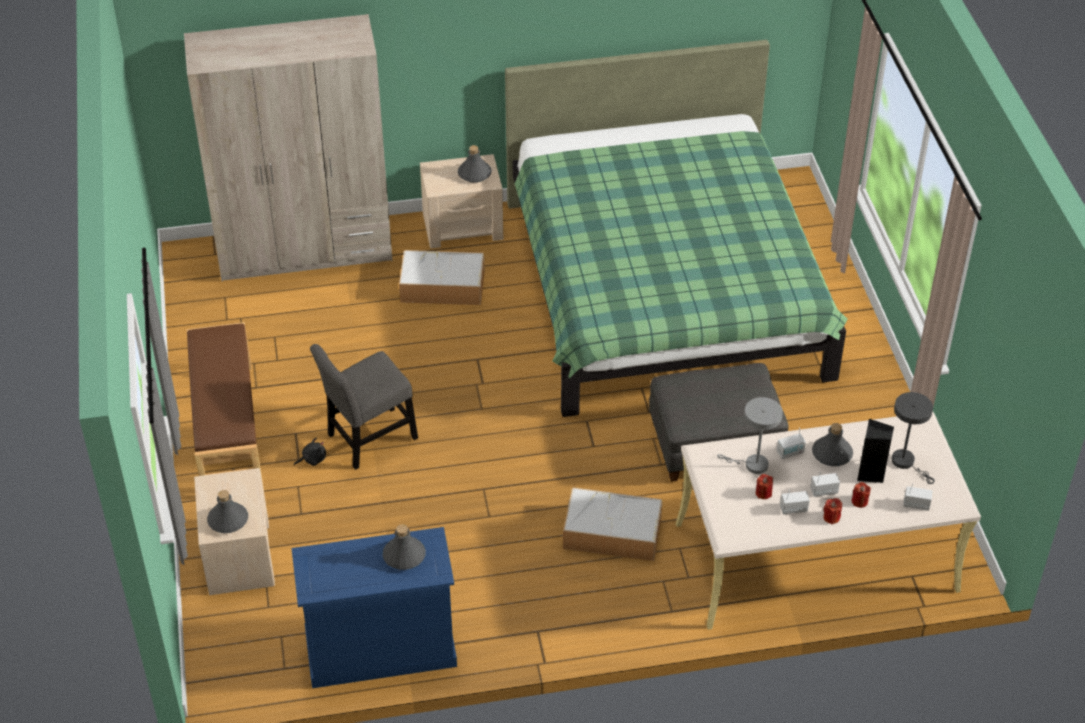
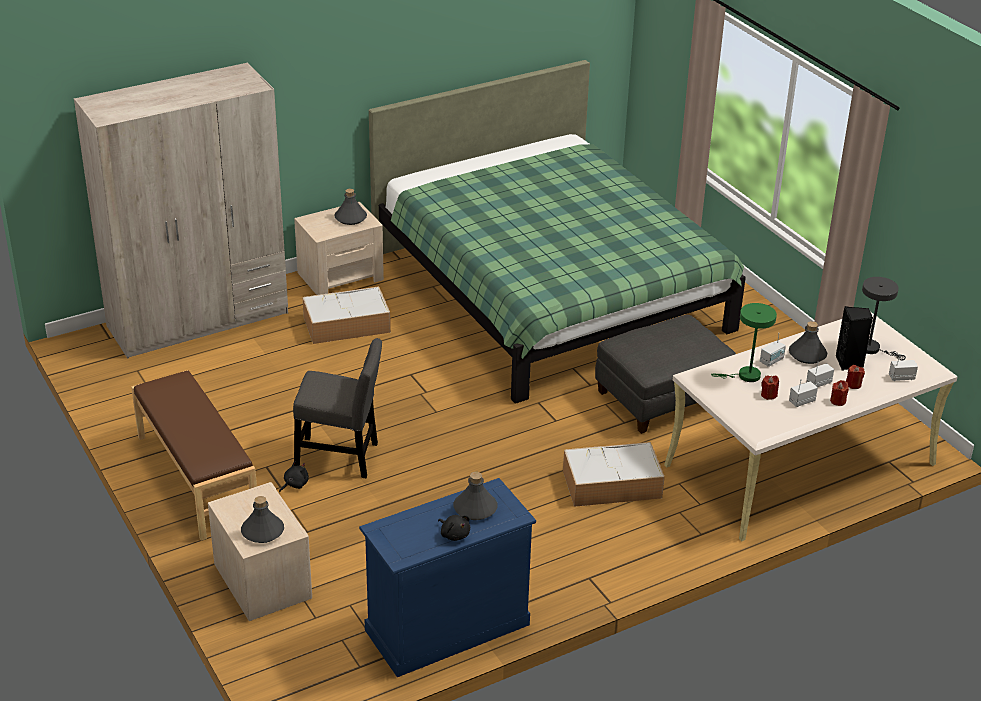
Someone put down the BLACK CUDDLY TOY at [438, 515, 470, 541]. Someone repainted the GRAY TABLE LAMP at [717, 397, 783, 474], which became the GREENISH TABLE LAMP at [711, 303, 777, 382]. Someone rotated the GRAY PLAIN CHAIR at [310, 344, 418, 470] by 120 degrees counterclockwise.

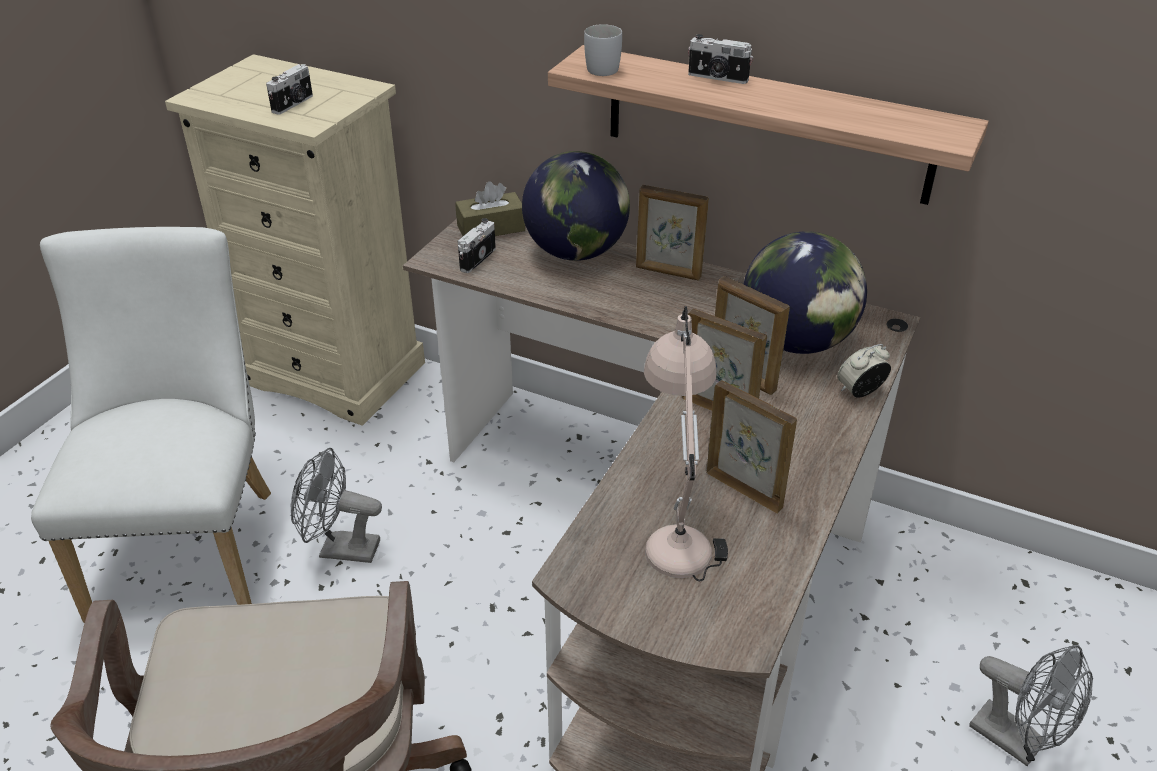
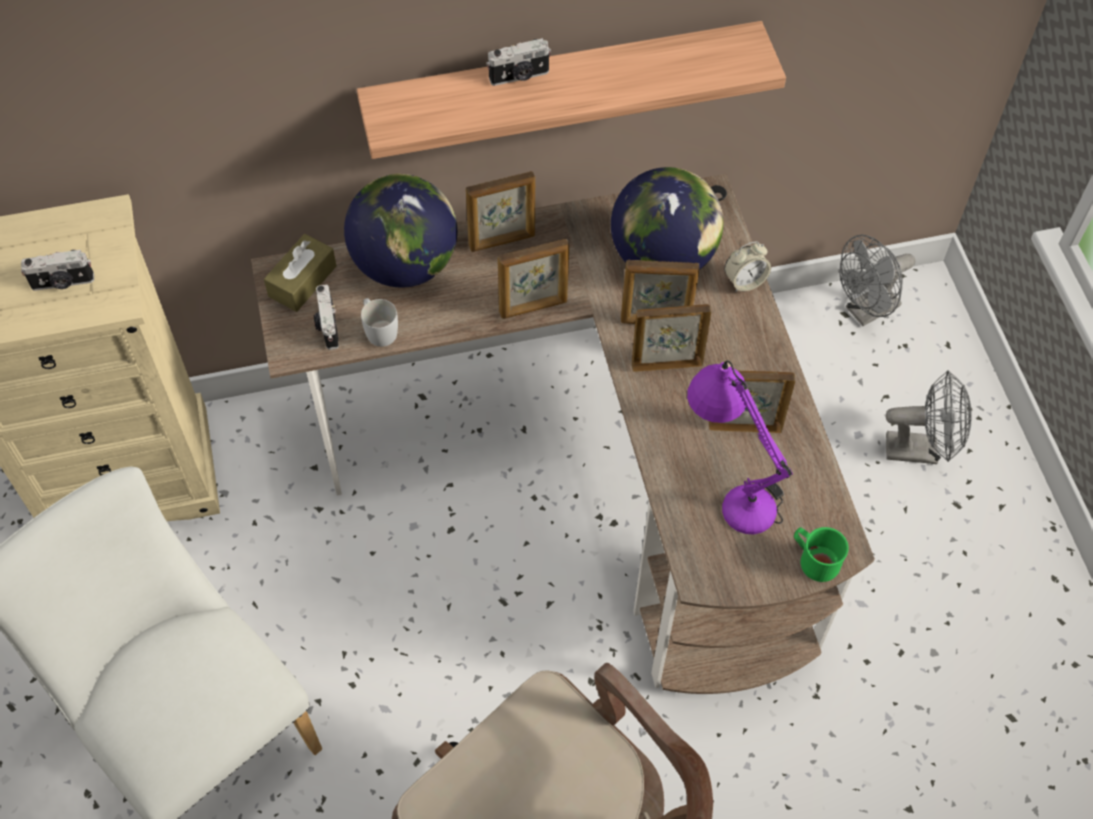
Someone put down the PICTURE FRAME at [498, 239, 569, 319]. Someone put down the GREENISH TEA MUG at [794, 527, 849, 582]. Someone carried the GRAY ELECTRIC FAN from [291, 448, 382, 563] to [839, 234, 915, 326]. Someone carried the WHITE-COLOURED TEA MUG from [584, 24, 622, 76] to [361, 298, 398, 347]. Someone repainted the BEIGE-COLOURED TABLE LAMP at [644, 306, 728, 581], which became the PURPLISH TABLE LAMP at [687, 360, 793, 534]. Someone rotated the STILL CAMERA at [266, 64, 313, 115] by 90 degrees clockwise. Someone rotated the ALARM CLOCK at [837, 344, 891, 398] by 135 degrees counterclockwise.

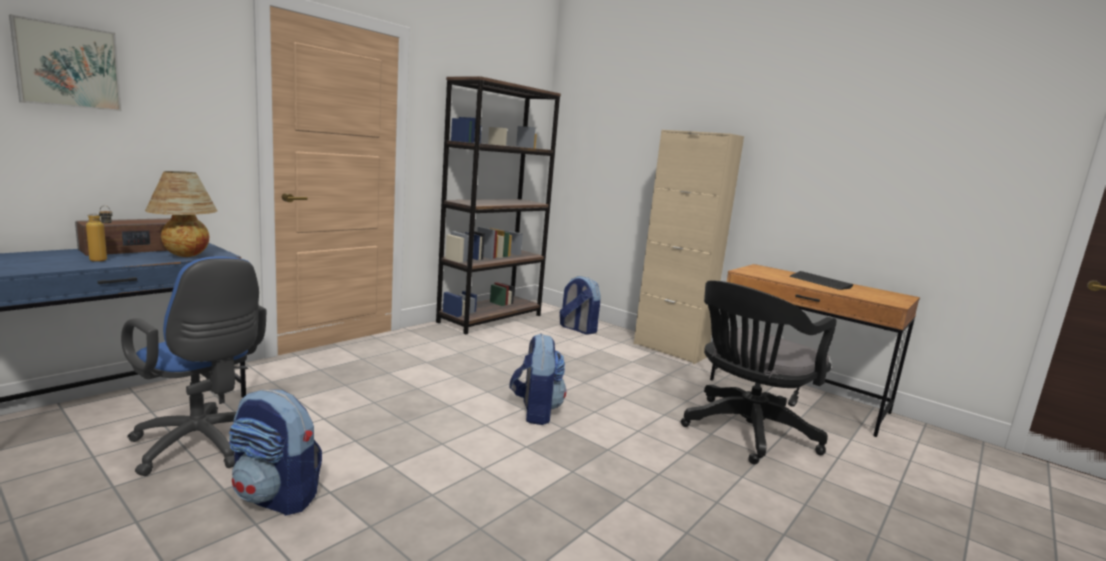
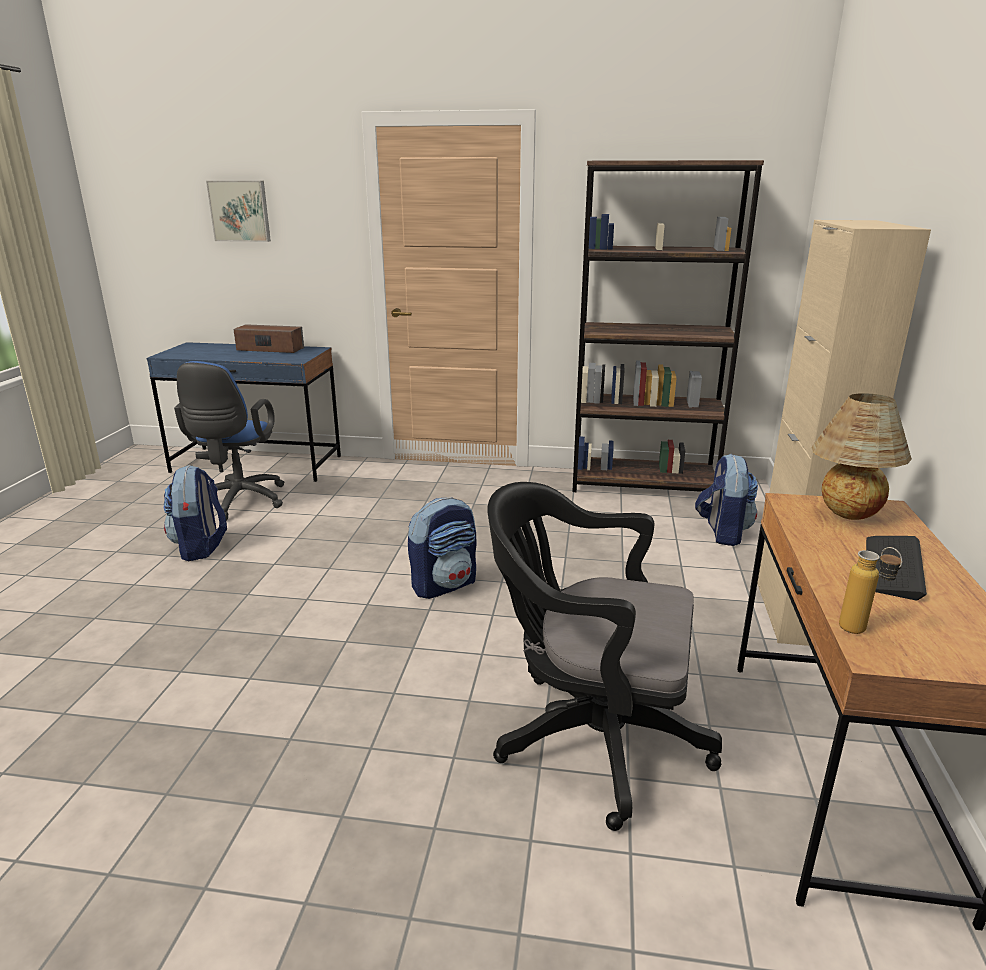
Someone carried the DRINK BOTTLE from [86, 205, 112, 262] to [839, 547, 903, 634]. Someone carried the TABLE LAMP from [145, 171, 217, 257] to [811, 393, 912, 520].

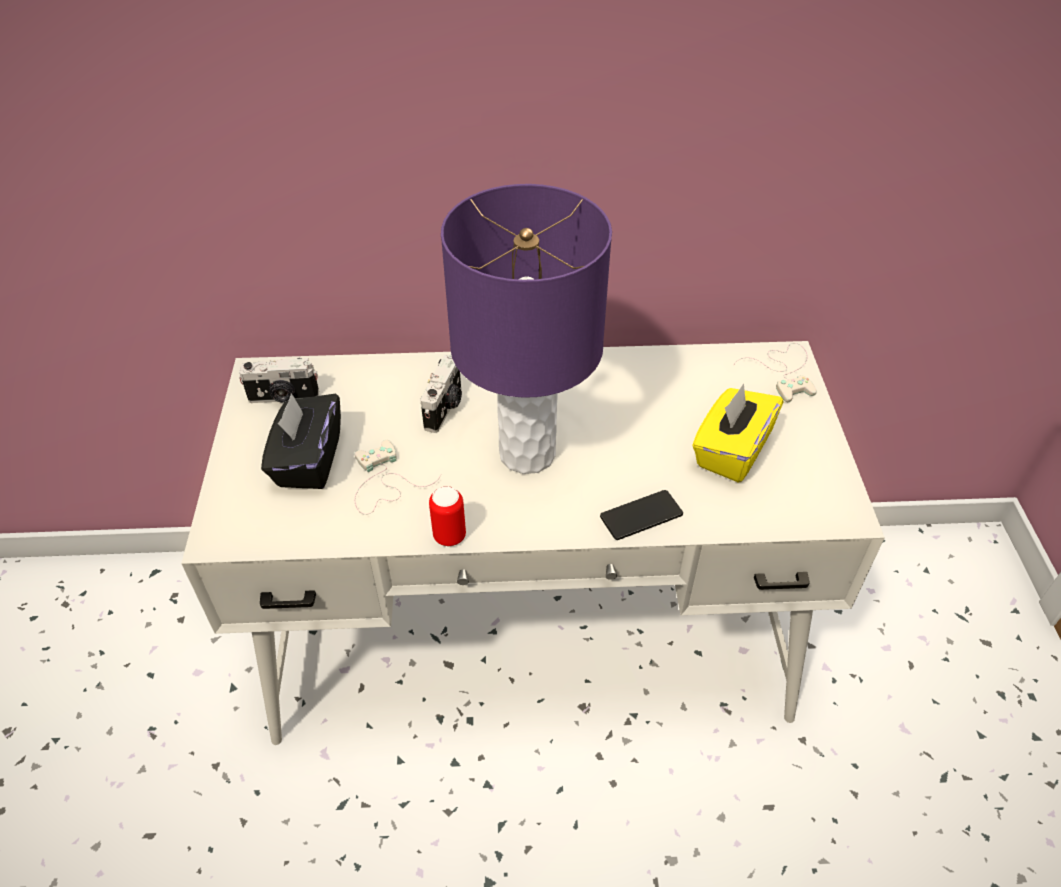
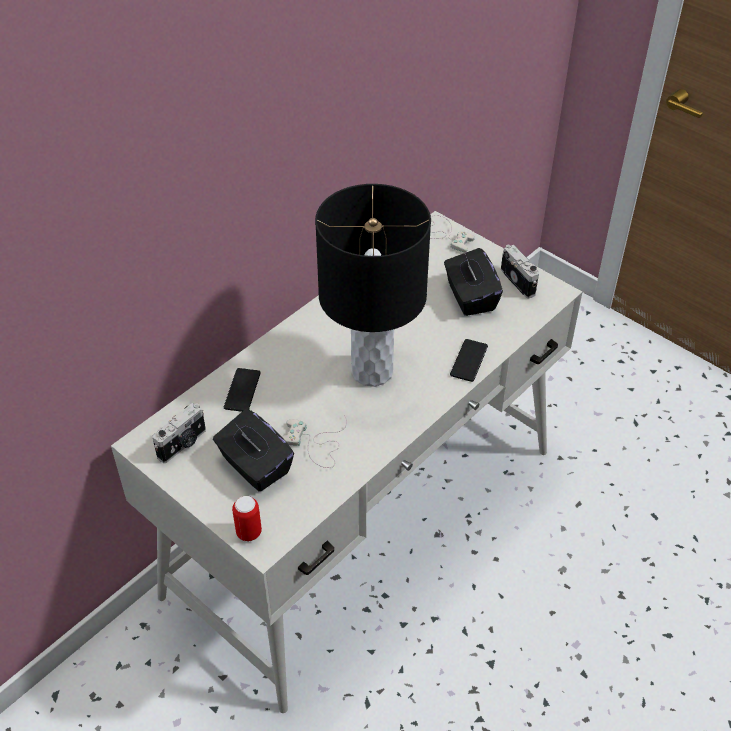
Someone put down the PHONE at [224, 368, 261, 412]. Someone carried the STILL CAMERA from [420, 354, 462, 433] to [501, 245, 539, 299]. Someone carried the CAN from [429, 486, 466, 546] to [232, 496, 262, 541]. Someone repainted the PURPLISH TABLE LAMP at [441, 184, 612, 474], which became the BLACK TABLE LAMP at [315, 184, 431, 387]. Someone repainted the YELLOW-COLOURED TISSUE BOX at [692, 383, 783, 483], which became the BLACK TISSUE BOX at [444, 248, 503, 316].

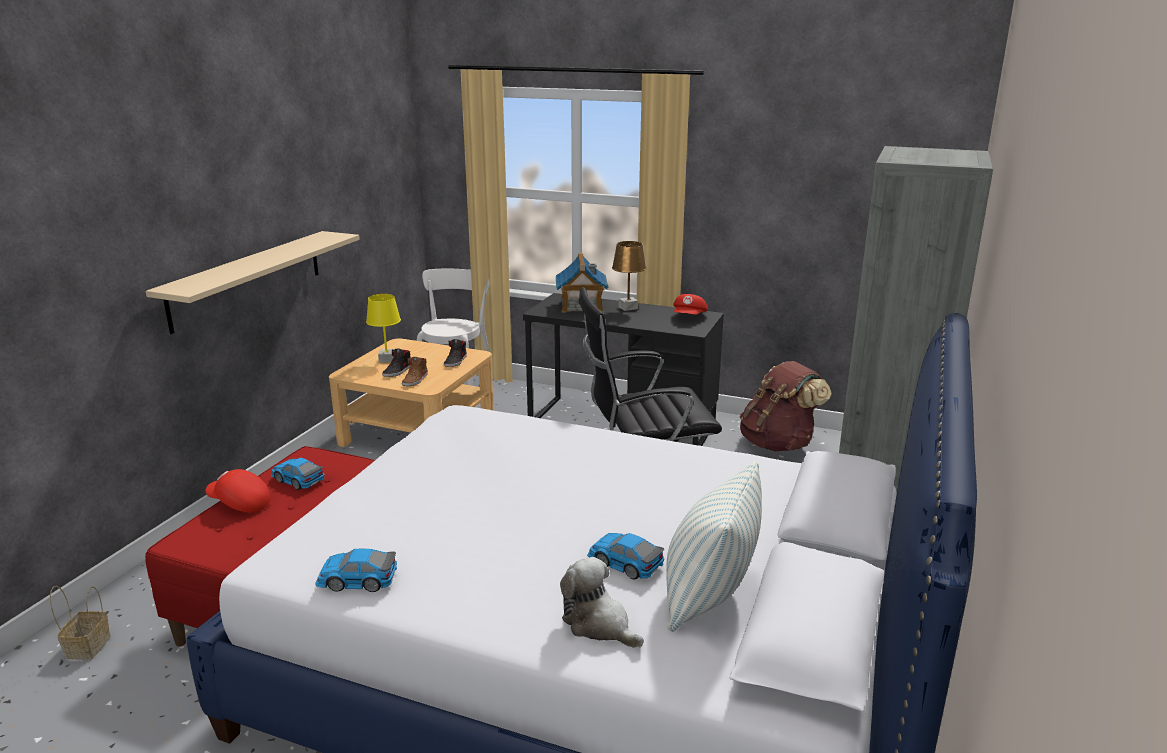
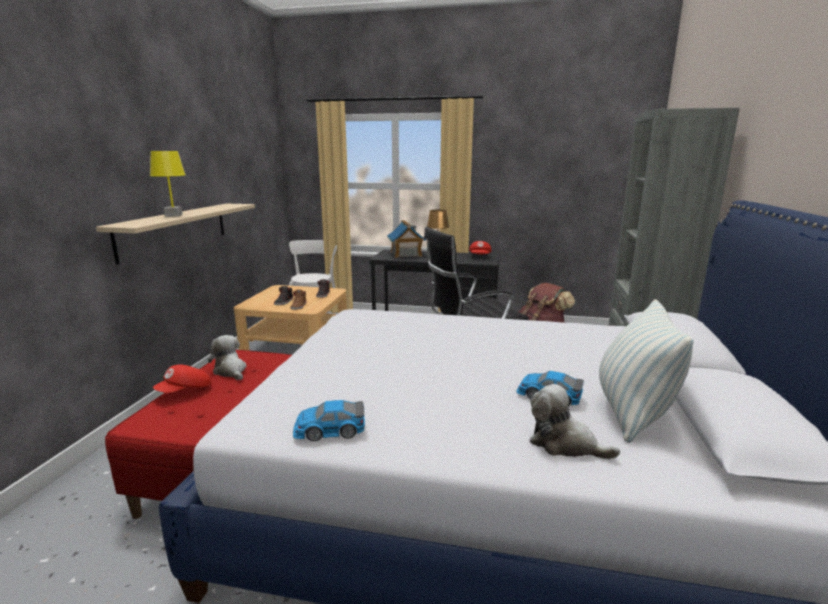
Someone took away the STORAGE BASKET at [50, 586, 111, 660]. Someone carried the YELLOW-COLOURED TABLE LAMP from [366, 294, 401, 363] to [150, 151, 186, 217]. Someone swapped the MODEL CAR at [271, 457, 325, 490] for the CUDDLY TOY at [208, 335, 247, 380]. Someone rotated the RED-COLOURED PEAKED CAP at [206, 469, 271, 513] by 60 degrees counterclockwise.

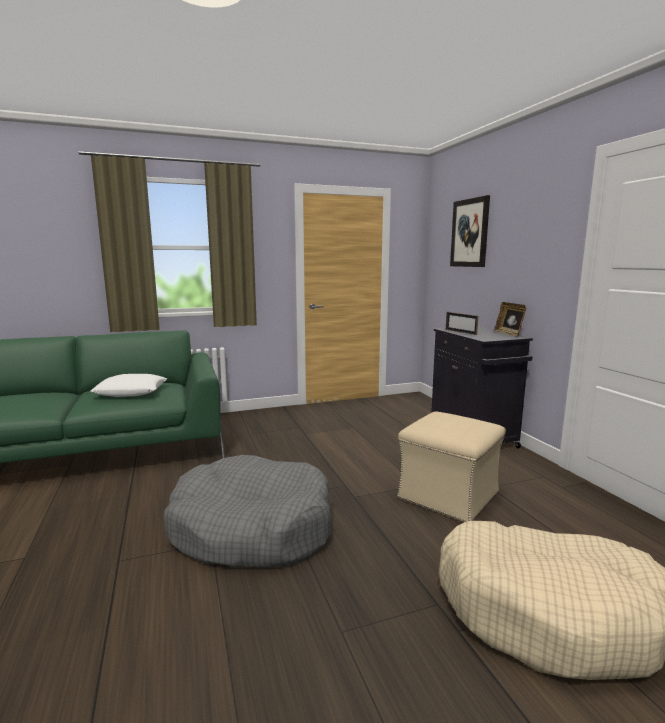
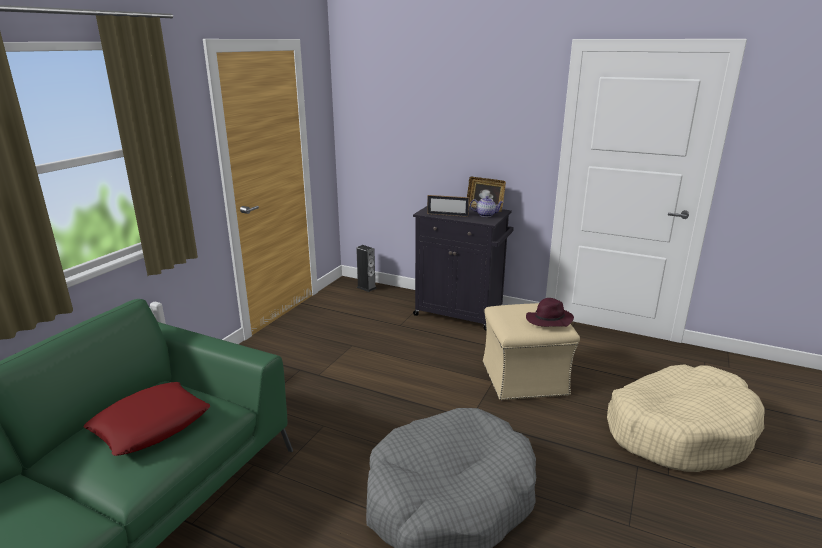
Someone took away the WALL ART at [450, 195, 490, 267]. Someone put down the LOUDSPEAKER at [356, 245, 377, 292]. Someone put down the POT FOR TEA at [470, 196, 503, 217]. Someone put down the PURPLISH CLOTHING HAT at [526, 298, 574, 327]. Someone repainted the WHITE-COLOURED CUSHION at [90, 374, 167, 397], which became the RED-COLOURED CUSHION at [83, 382, 210, 456].

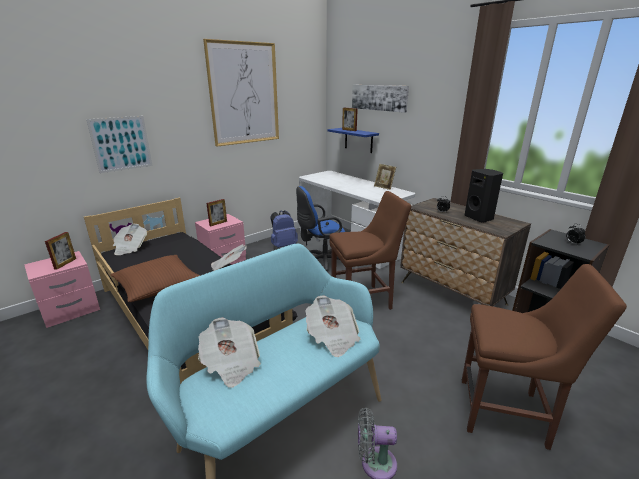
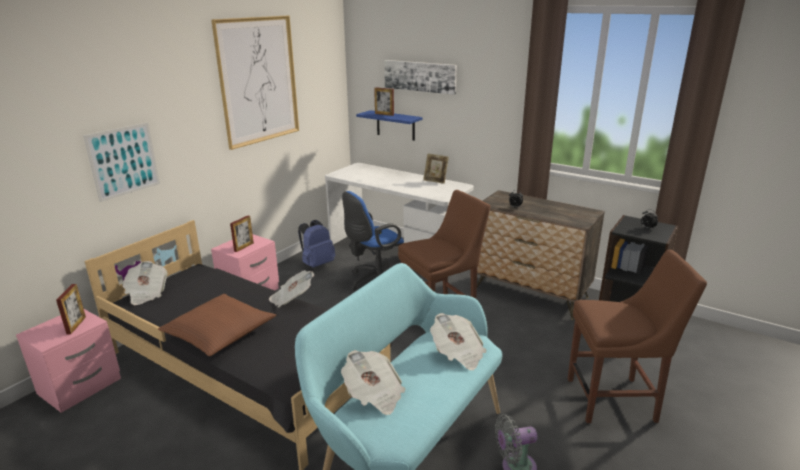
Someone took away the BLACK LOUDSPEAKER at [464, 169, 503, 223].

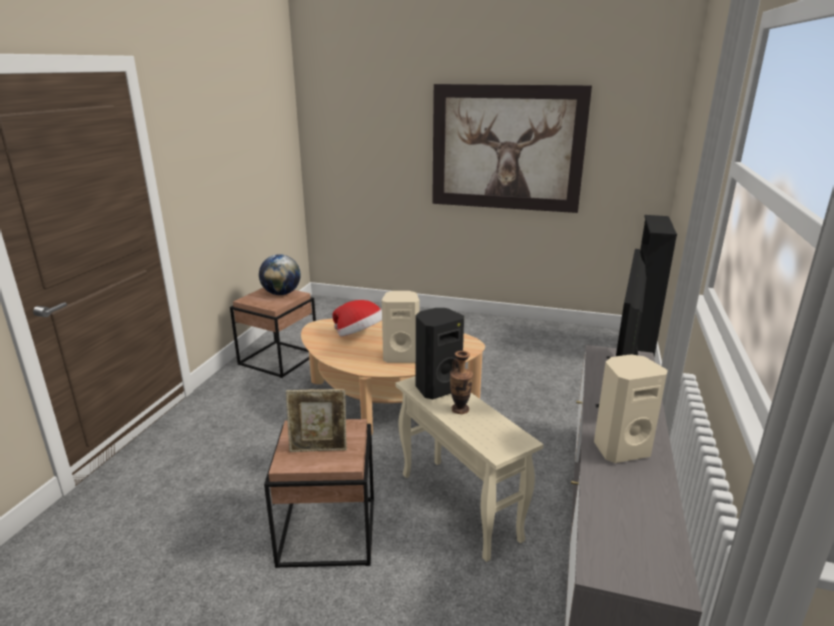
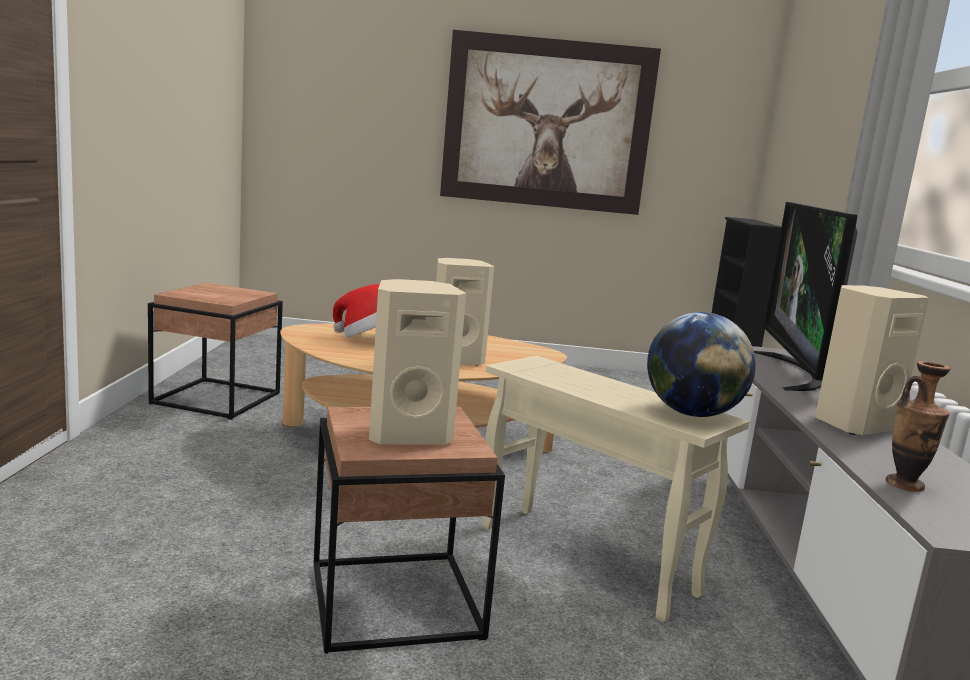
Someone took away the BLACK LOUDSPEAKER at [415, 308, 464, 399]. Someone carried the WORLD GLOBE from [259, 254, 301, 295] to [647, 312, 756, 417]. Someone carried the VASE from [450, 351, 473, 414] to [886, 361, 951, 492]. Someone swapped the PICTURE FRAME at [286, 389, 347, 452] for the BEIGE-COLOURED LOUDSPEAKER at [369, 279, 466, 445].

